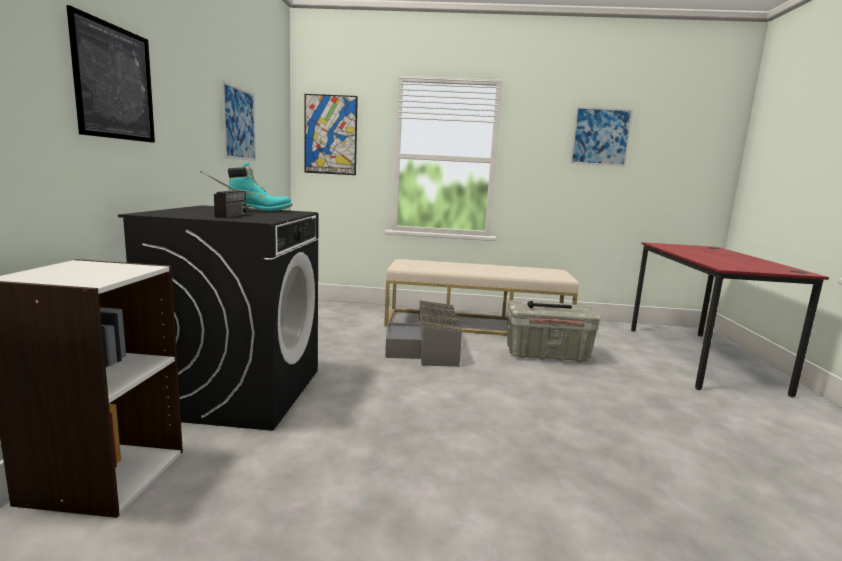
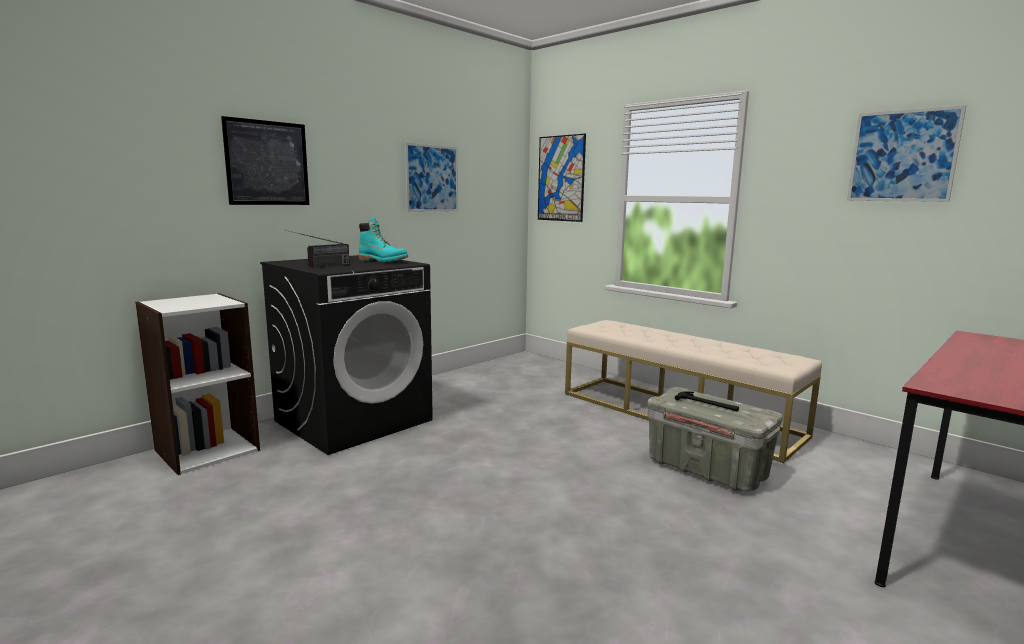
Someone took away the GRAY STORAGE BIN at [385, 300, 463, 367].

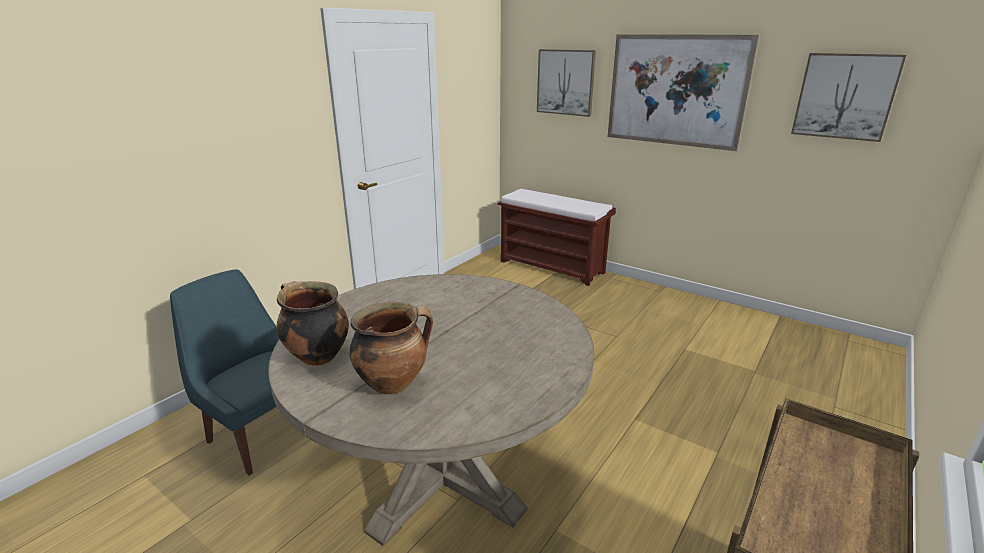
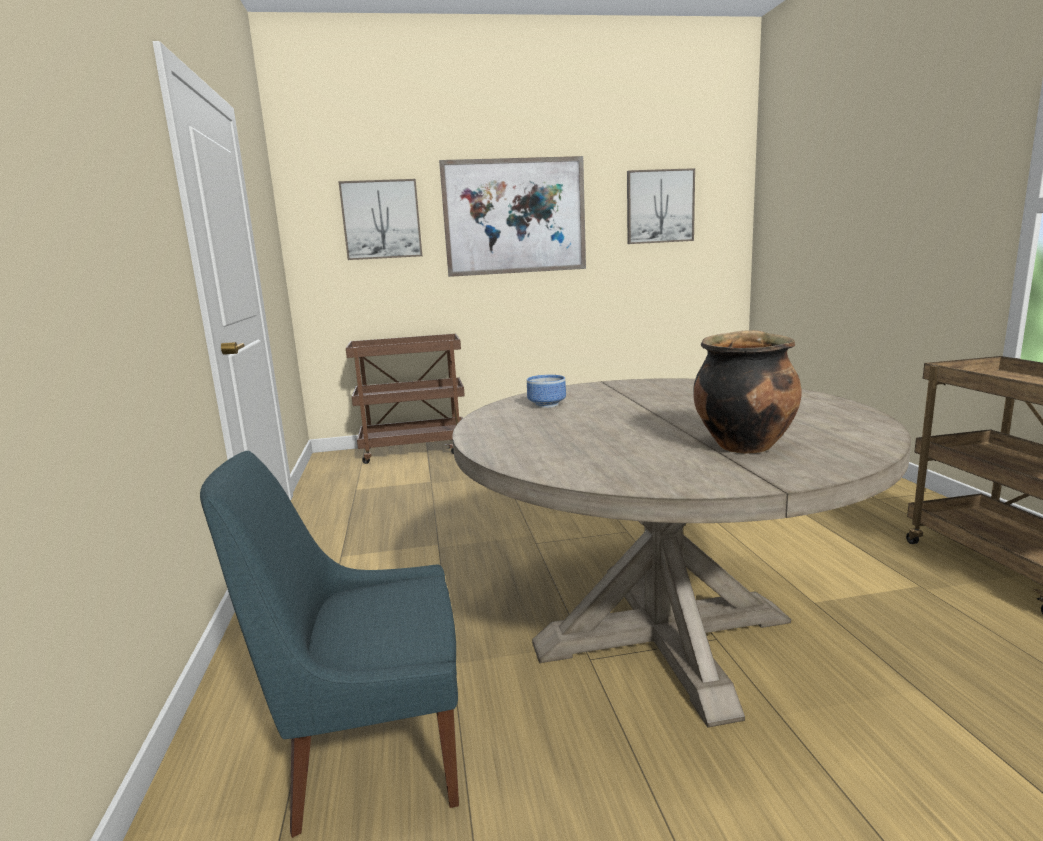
Someone took away the STOCKPOT at [277, 281, 349, 366]. Someone put down the DEEP DISH at [527, 375, 566, 408]. Someone swapped the BROWN INDOOR BENCH at [498, 189, 616, 286] for the BROWN TROLLEY at [346, 334, 465, 464].

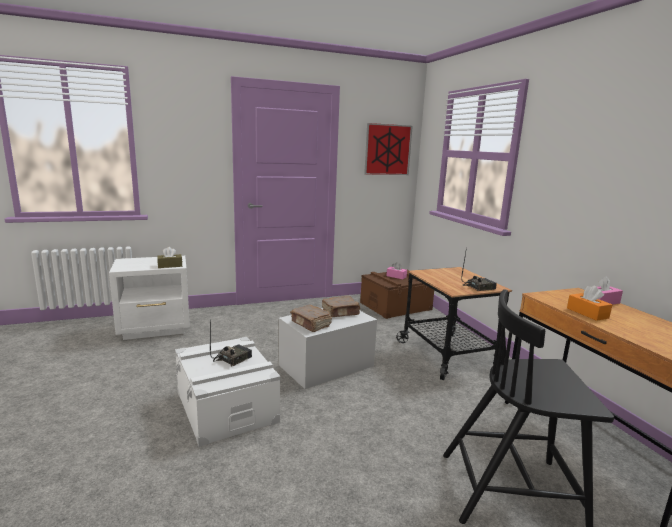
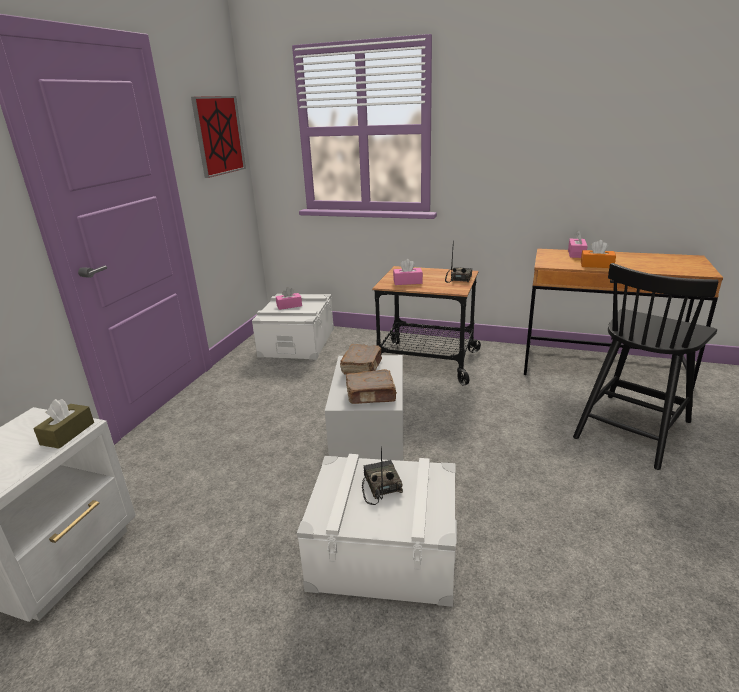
Someone put down the PINK-COLOURED TISSUE BOX at [393, 259, 423, 285]. Someone repainted the BROWN STORAGE BIN at [360, 269, 434, 319], which became the WHITE-COLOURED STORAGE BIN at [252, 294, 334, 360].

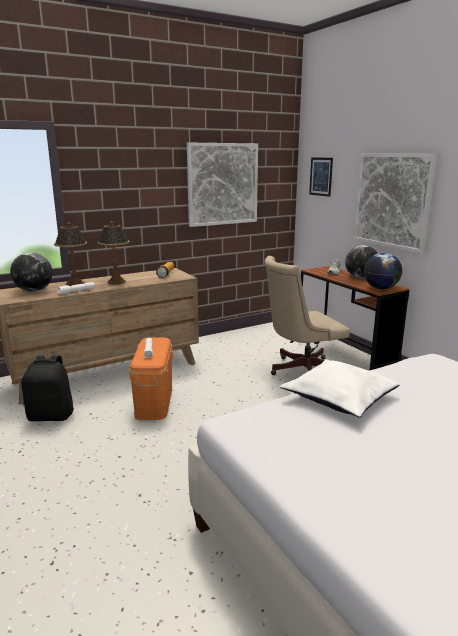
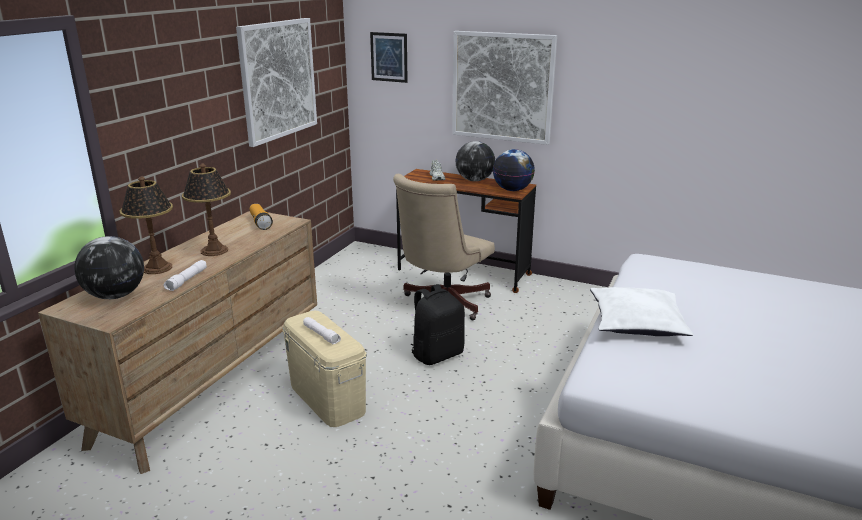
Someone carried the BLACK RUCKSACK from [21, 355, 74, 421] to [411, 284, 465, 365]. Someone repainted the ORANGE STORAGE BIN at [129, 337, 173, 420], which became the BEIGE-COLOURED STORAGE BIN at [282, 311, 367, 427].

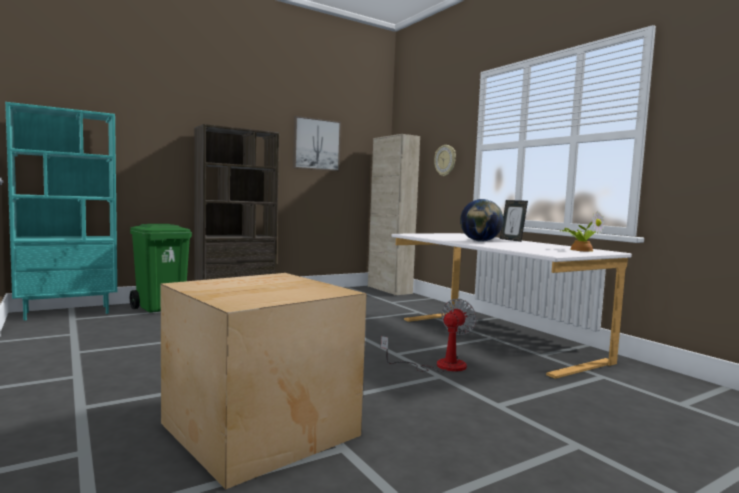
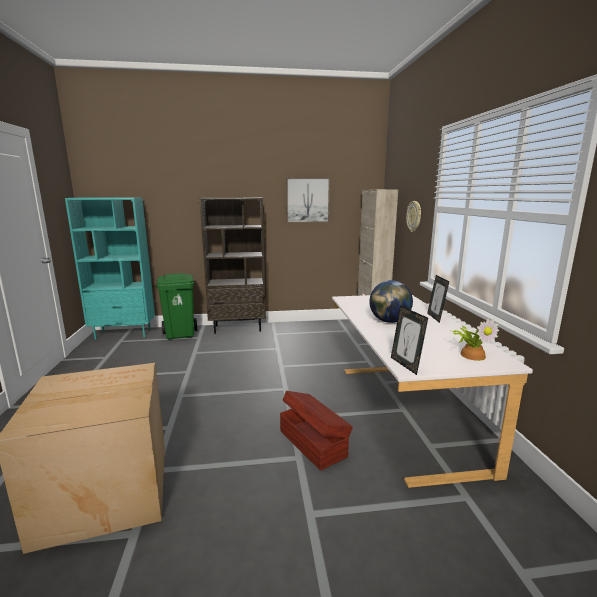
Someone put down the PICTURE FRAME at [391, 306, 428, 375]. Someone swapped the ELECTRIC FAN at [381, 298, 477, 372] for the BROWN STORAGE BIN at [280, 391, 353, 471].

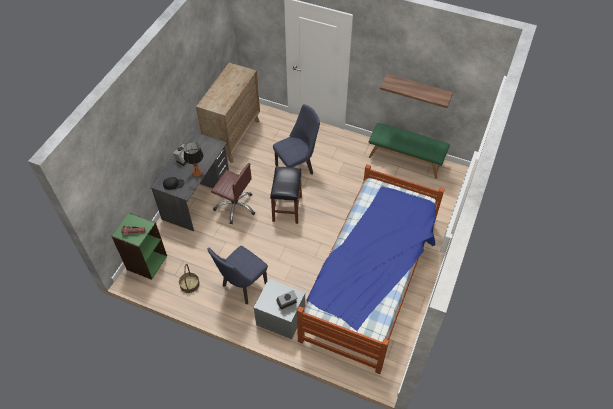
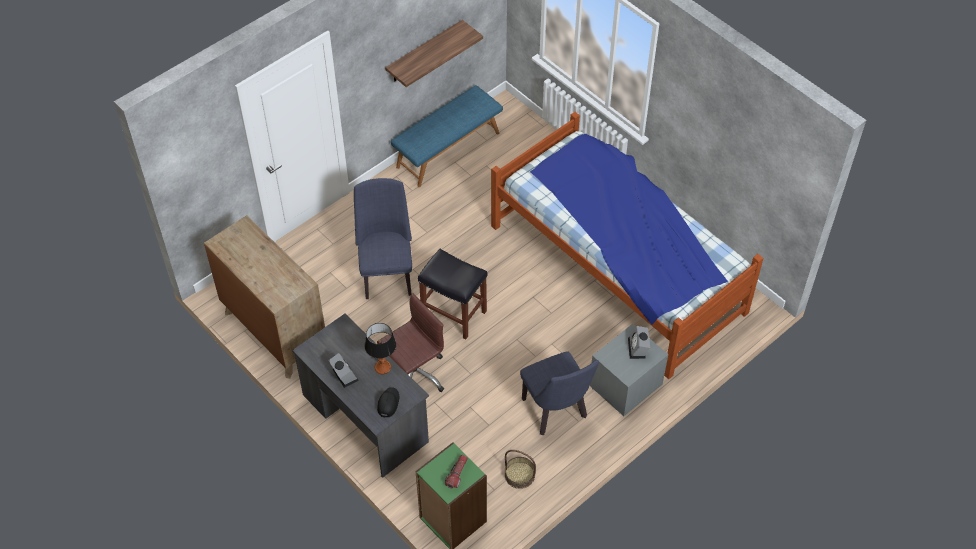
Someone repainted the GREENISH INDOOR BENCH at [369, 123, 450, 179], which became the BLUISH INDOOR BENCH at [391, 85, 503, 187].

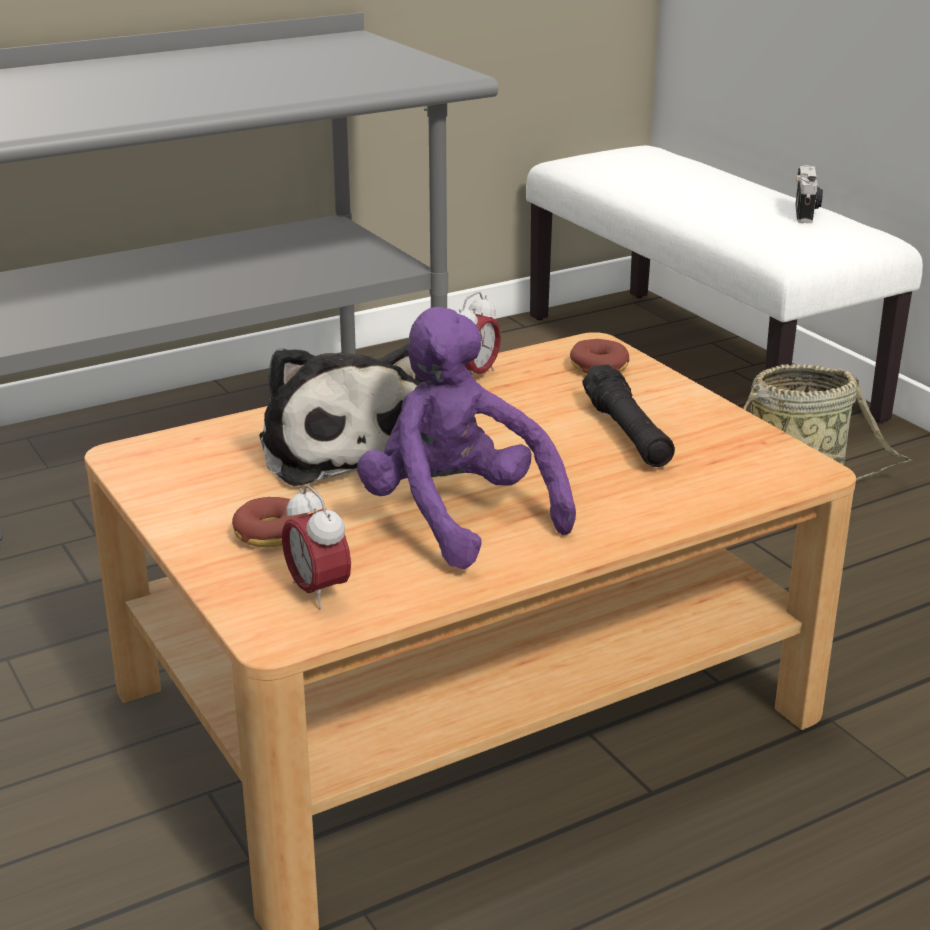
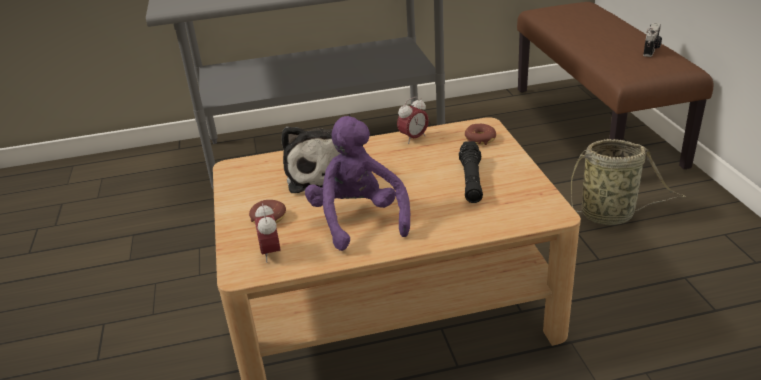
Someone repainted the WHITE-COLOURED INDOOR BENCH at [526, 145, 923, 422], which became the BROWN INDOOR BENCH at [517, 2, 714, 169].

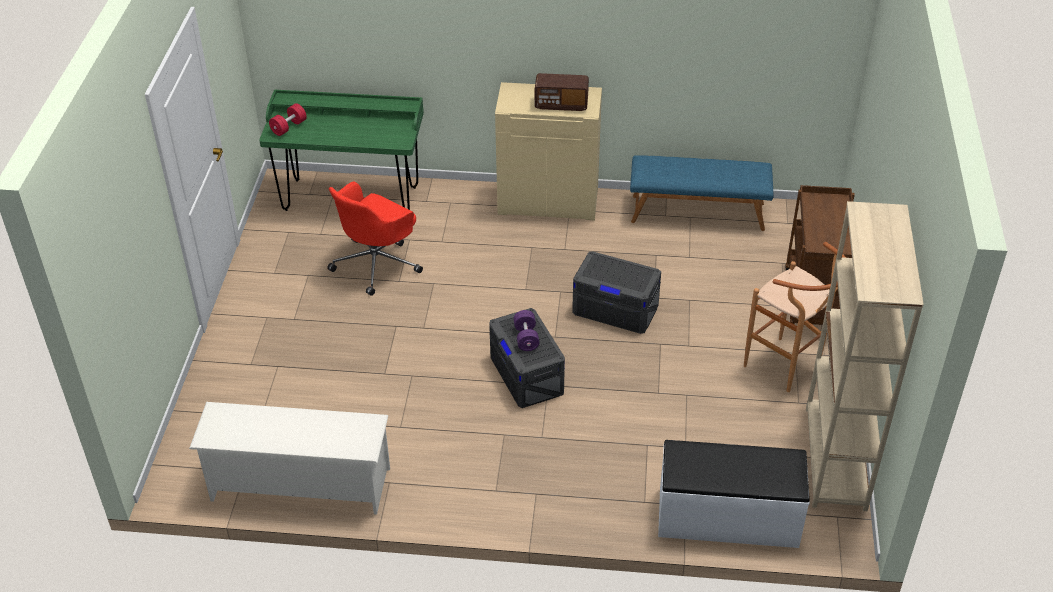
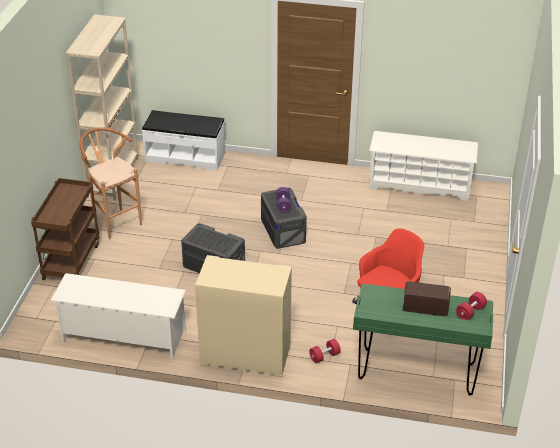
Someone put down the RED-COLOURED FREE WEIGHT at [309, 339, 341, 363]. Someone carried the RADIO SET from [534, 73, 589, 111] to [403, 281, 451, 316]. Someone swapped the BLUISH INDOOR BENCH at [630, 155, 774, 231] for the WHITE-COLOURED SHOE SHELF at [50, 273, 186, 358].

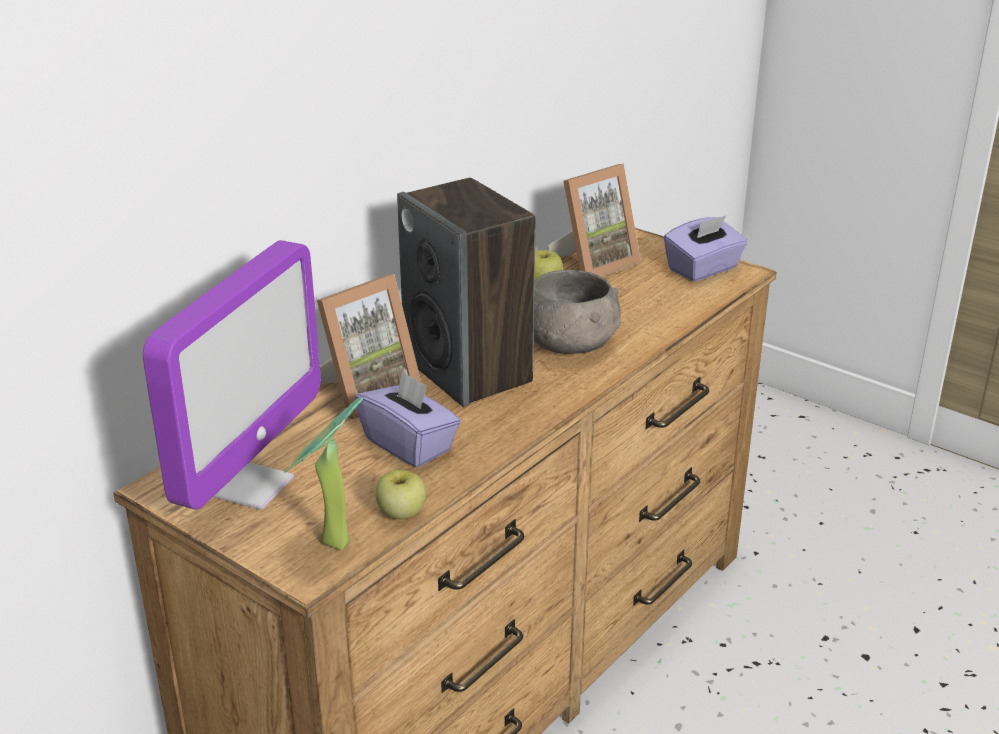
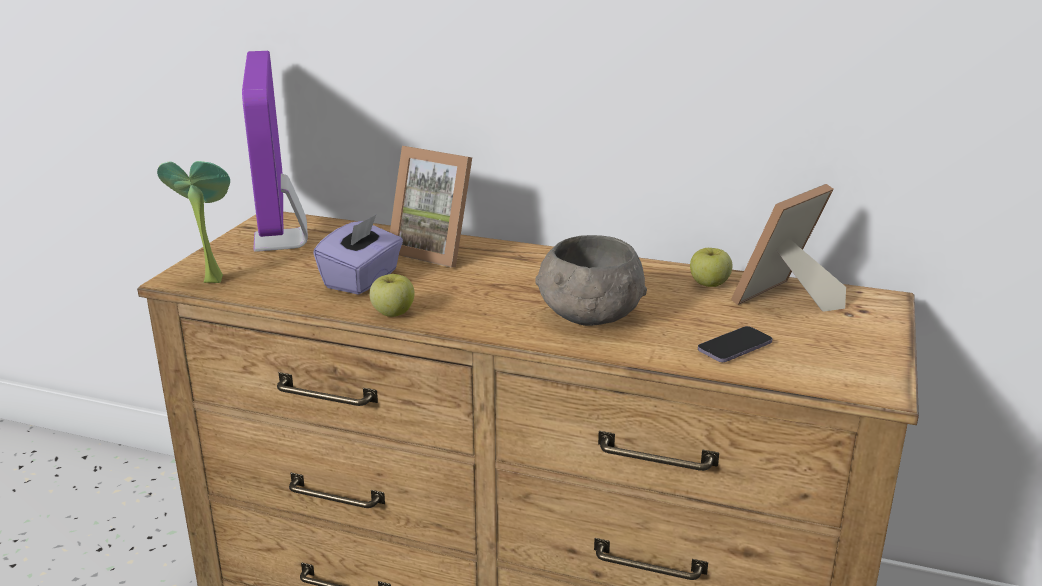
Someone took away the LOUDSPEAKER at [397, 178, 535, 407]. Someone took away the PURPLISH TISSUE BOX at [664, 215, 748, 282]. Someone put down the PHONE at [698, 326, 773, 362]. Someone carried the WHOLE APPLE from [375, 470, 426, 519] to [369, 274, 415, 317]. Someone rotated the COMPUTER SCREEN at [143, 240, 321, 510] by 75 degrees clockwise. Someone rotated the PICTURE FRAME at [548, 164, 641, 276] by 105 degrees clockwise.

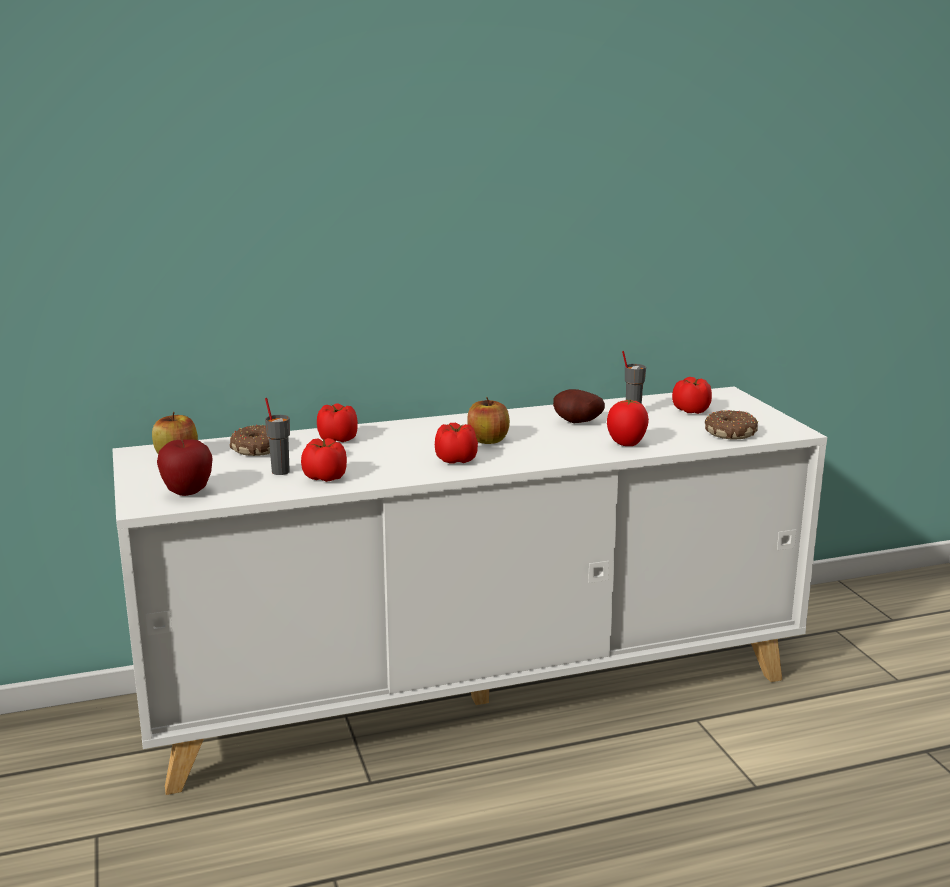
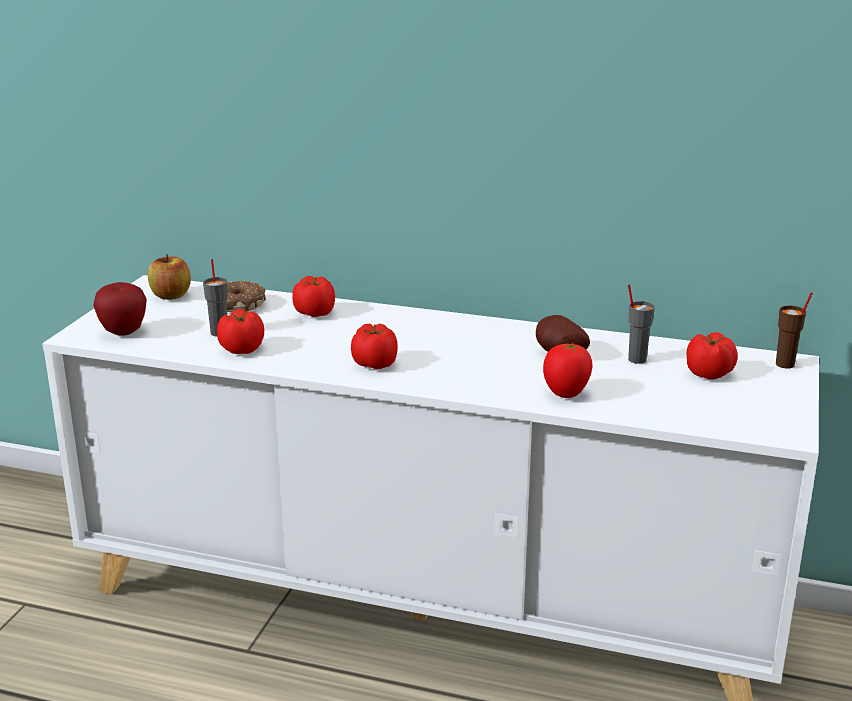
Someone took away the WHOLE APPLE at [467, 397, 510, 444]. Someone took away the DOUGHNUT at [705, 410, 758, 439]. Someone put down the BROWN CUP at [776, 292, 813, 368].

